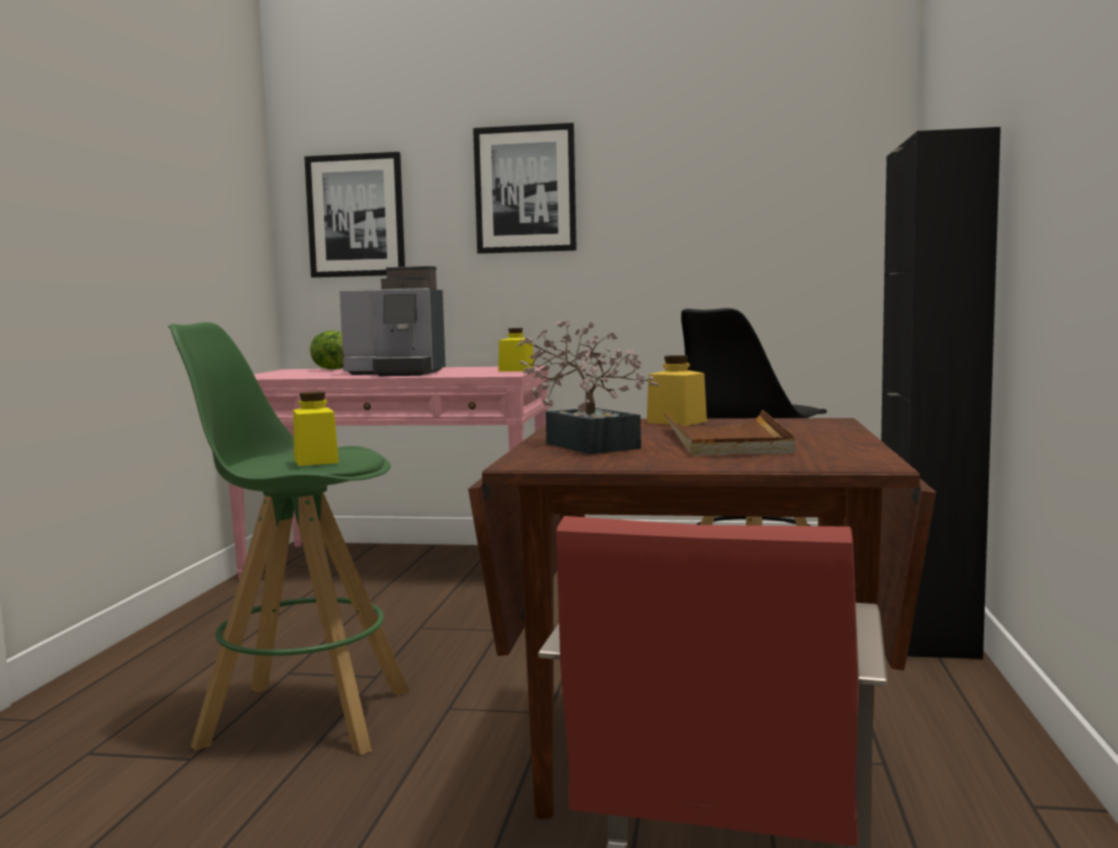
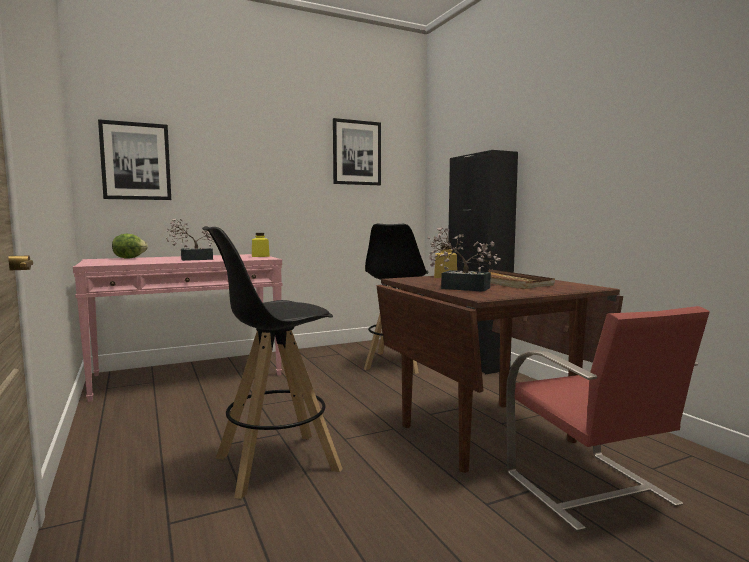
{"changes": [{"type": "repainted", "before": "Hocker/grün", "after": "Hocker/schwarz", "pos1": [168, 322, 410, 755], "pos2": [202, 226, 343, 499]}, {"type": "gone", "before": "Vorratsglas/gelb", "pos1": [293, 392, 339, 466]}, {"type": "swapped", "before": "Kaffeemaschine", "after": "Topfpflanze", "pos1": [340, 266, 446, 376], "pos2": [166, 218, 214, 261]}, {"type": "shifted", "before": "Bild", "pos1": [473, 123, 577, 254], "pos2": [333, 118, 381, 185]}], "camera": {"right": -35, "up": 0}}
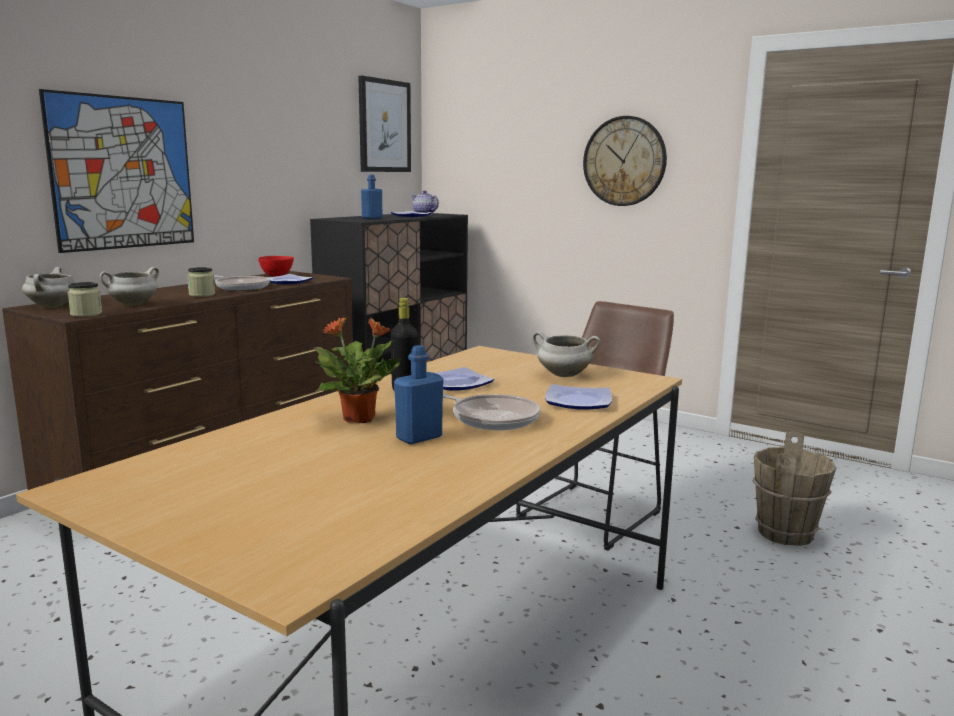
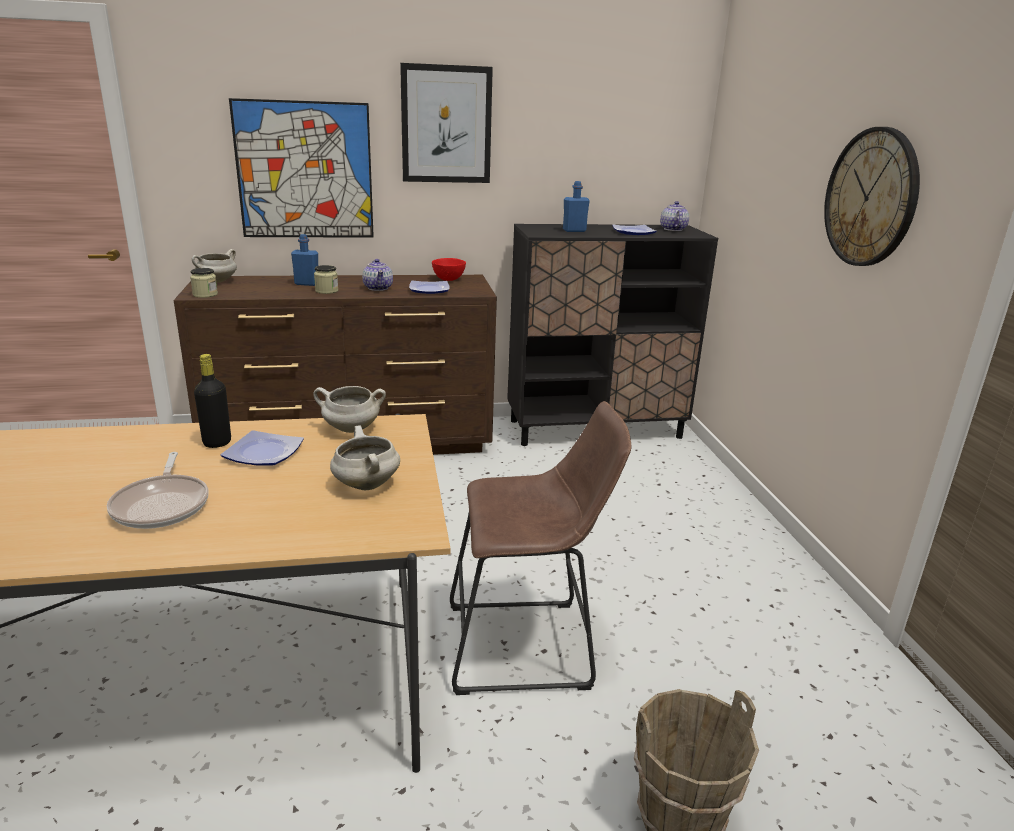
{"changes": [{"type": "shifted", "before": "Kochtopf/weiß", "pos1": [100, 267, 159, 306], "pos2": [313, 386, 386, 433]}, {"type": "swapped", "before": "Pfanne", "after": "Teekanne", "pos1": [214, 275, 270, 290], "pos2": [362, 259, 393, 291]}, {"type": "gone", "before": "Topfpflanze", "pos1": [314, 316, 402, 423]}, {"type": "shifted", "before": "Bild", "pos1": [358, 76, 411, 172], "pos2": [400, 63, 493, 183]}, {"type": "shifted", "before": "Flasche/blau", "pos1": [394, 345, 444, 444], "pos2": [291, 234, 318, 286]}, {"type": "gone", "before": "Teller", "pos1": [545, 384, 612, 410]}], "camera": {"right": 45, "up": 10}}
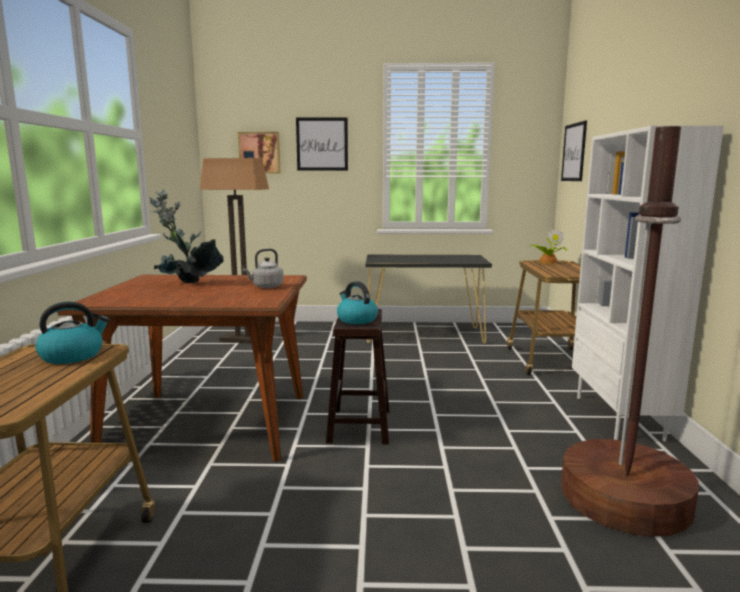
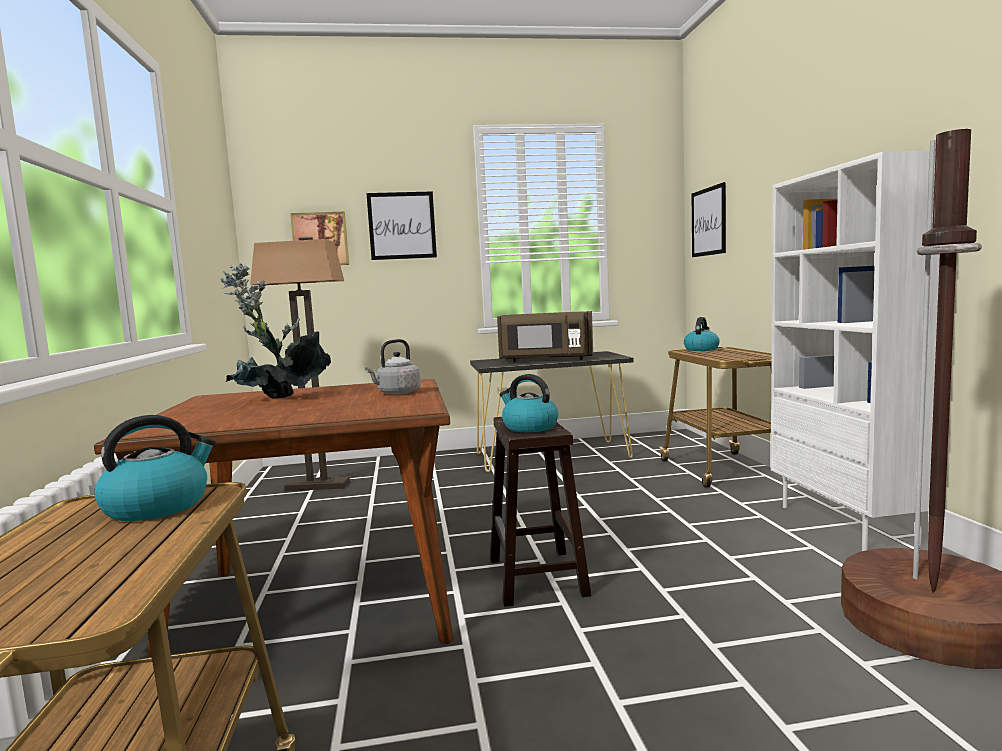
{"changes": [{"type": "swapped", "before": "Topfpflanze", "after": "Wasserkessel", "pos1": [530, 228, 567, 264], "pos2": [684, 317, 720, 351]}, {"type": "new", "after": "Mikrowelle/braun", "pos2": [497, 311, 593, 362]}], "camera": {"right": -10, "up": -5}}
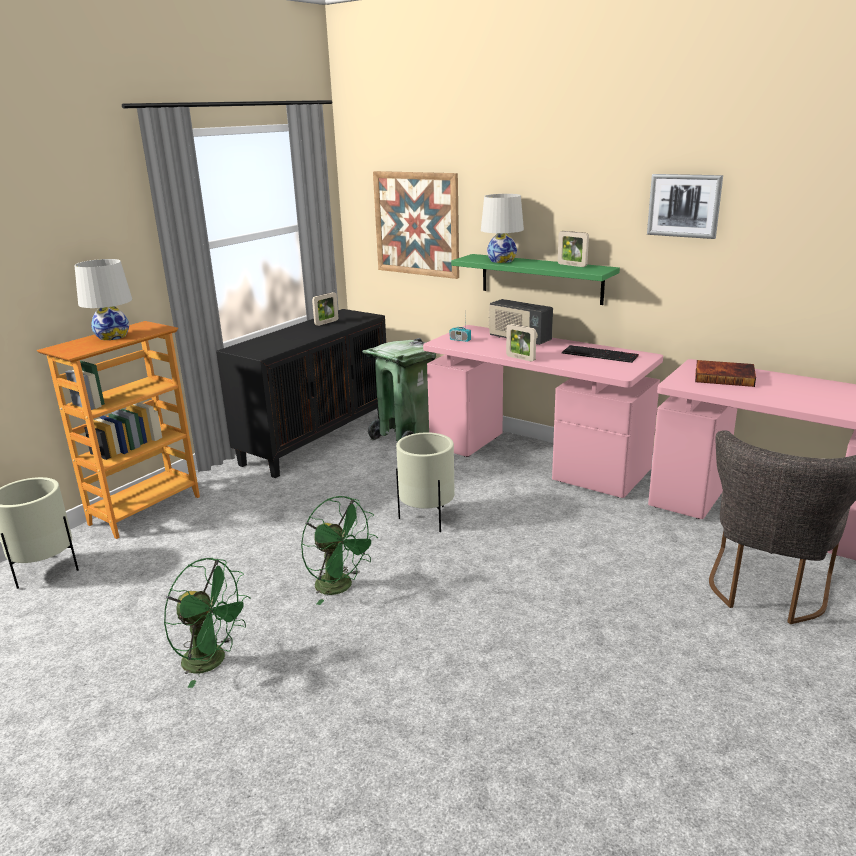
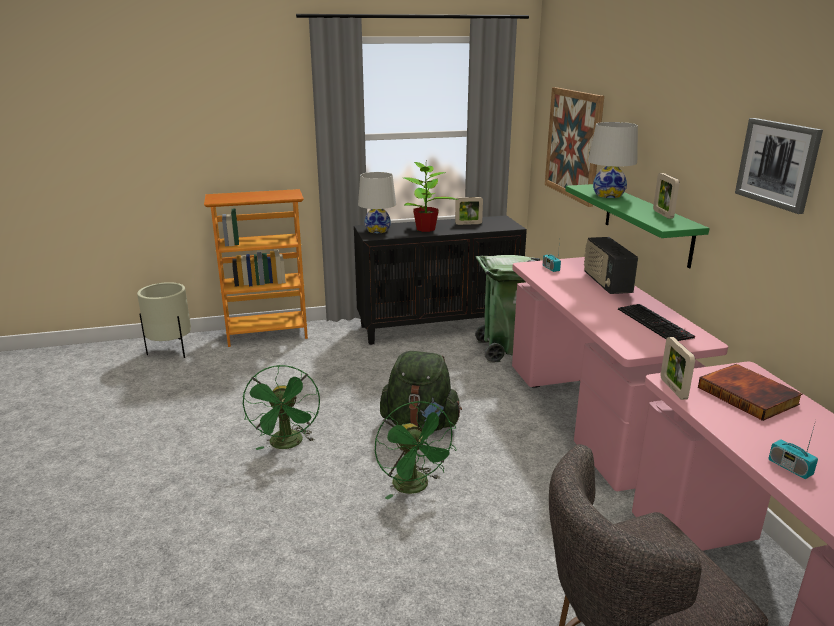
{"changes": [{"type": "shifted", "before": "Tischlampe/weiß", "pos1": [74, 259, 132, 340], "pos2": [358, 172, 396, 233]}, {"type": "shifted", "before": "Ventilator/grün", "pos1": [164, 558, 250, 688], "pos2": [375, 401, 457, 499]}, {"type": "swapped", "before": "Pflanzkübel/beige", "after": "Rucksack/grün", "pos1": [396, 432, 455, 532], "pos2": [380, 351, 462, 431]}, {"type": "shifted", "before": "Bilderrahmen", "pos1": [506, 324, 536, 362], "pos2": [661, 337, 695, 400]}, {"type": "new", "after": "Topfpflanze", "pos2": [404, 162, 459, 232]}, {"type": "new", "after": "Radio", "pos2": [768, 420, 818, 479]}], "camera": {"right": 40, "up": 0}}
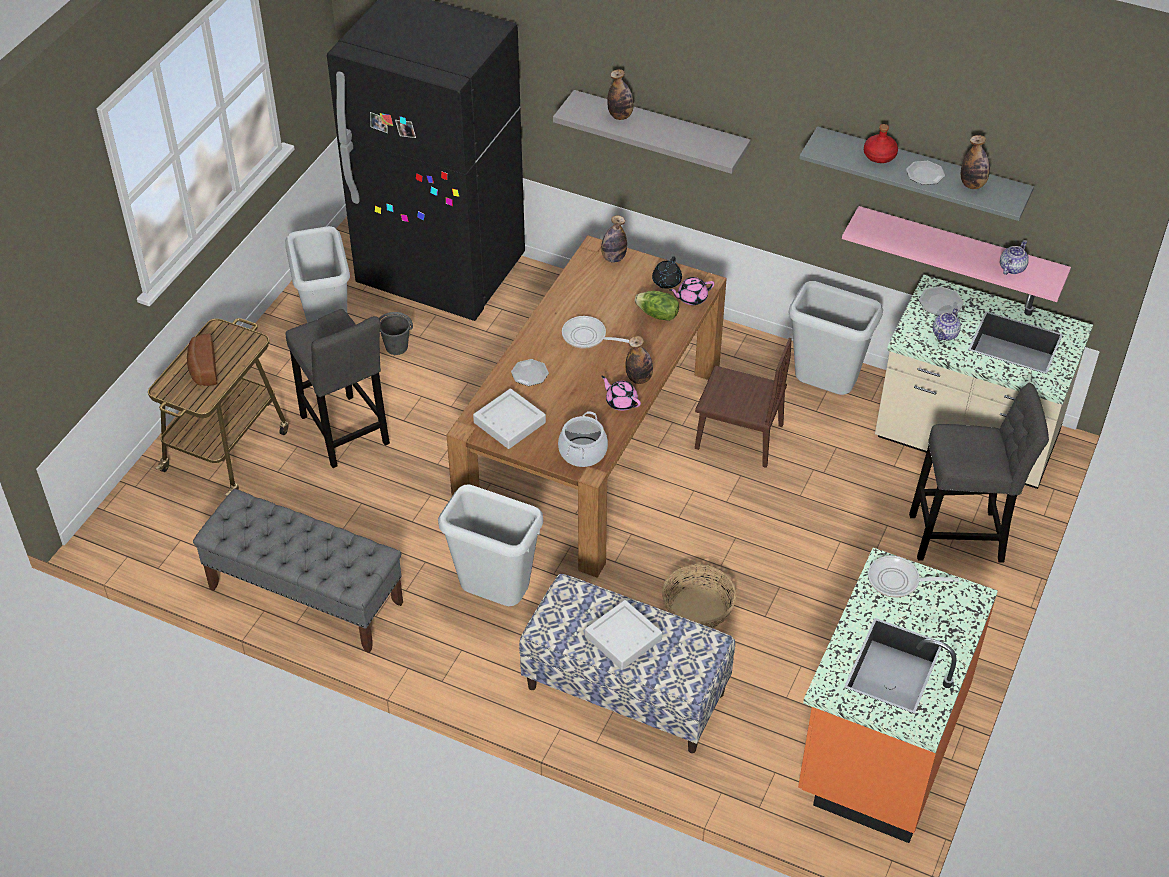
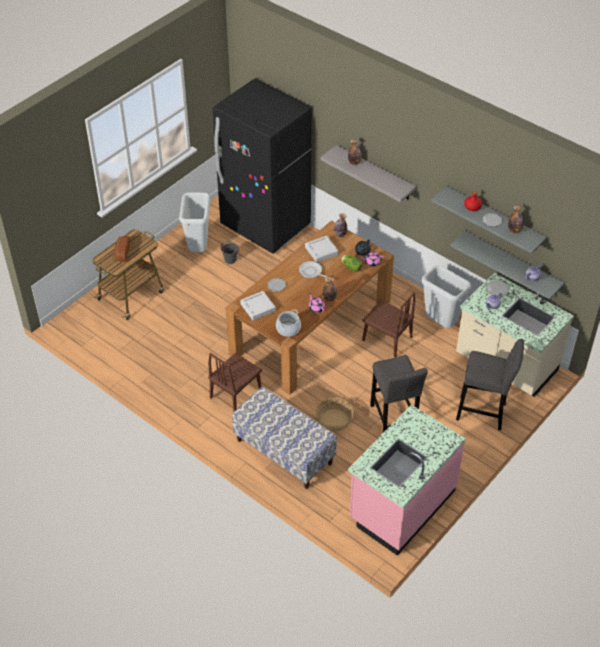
{"changes": [{"type": "gone", "before": "Bank/grau", "pos1": [193, 489, 403, 653]}, {"type": "shifted", "before": "Hocker/grau", "pos1": [286, 309, 390, 468], "pos2": [370, 355, 428, 433]}, {"type": "swapped", "before": "Mülleimer/grau", "after": "Stuhl/braun", "pos1": [438, 484, 543, 606], "pos2": [208, 353, 262, 411]}, {"type": "shifted", "before": "Tablett/grau", "pos1": [585, 600, 662, 670], "pos2": [305, 236, 338, 262]}, {"type": "repainted", "before": "Küchenzeile/orange", "after": "Küchenzeile/rosa", "pos1": [798, 548, 998, 843], "pos2": [348, 404, 466, 555]}, {"type": "repainted", "before": "Wandregal/rosa", "after": "Wandregal/grau", "pos1": [842, 206, 1071, 302], "pos2": [450, 231, 564, 300]}, {"type": "gone", "before": "Pfanne", "pos1": [868, 556, 959, 598]}], "camera": {"right": 15, "up": 0}}
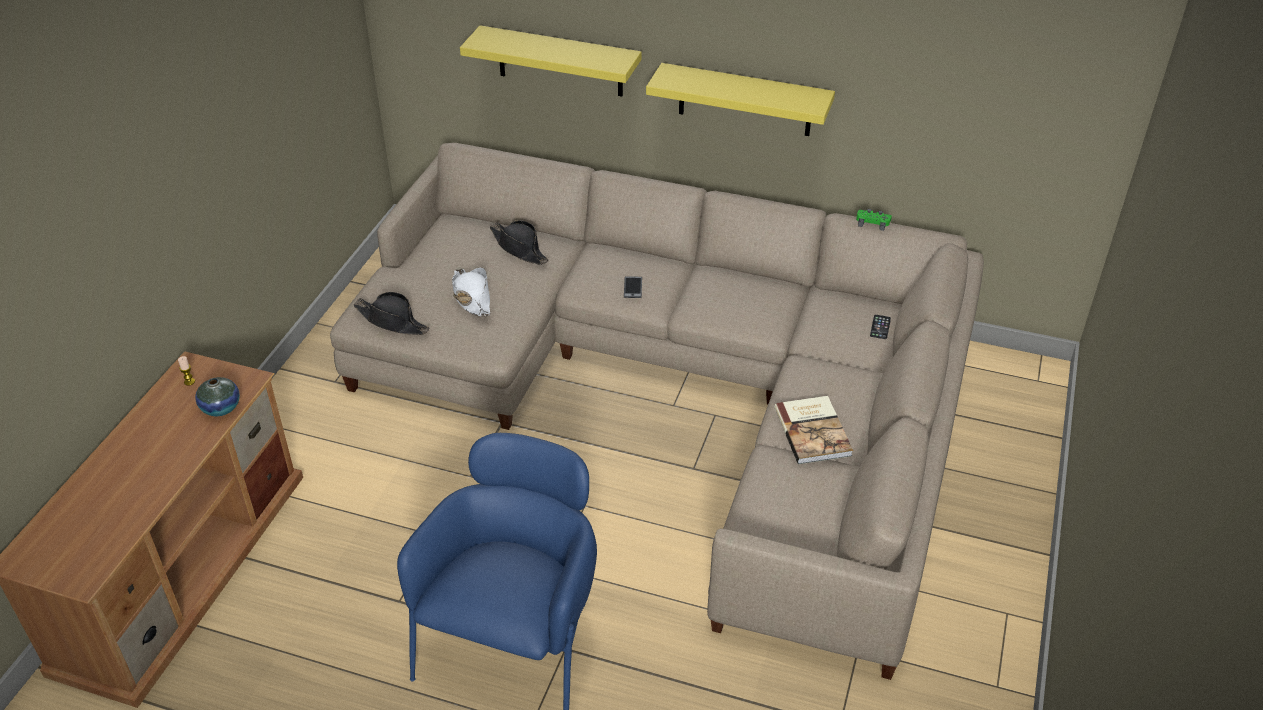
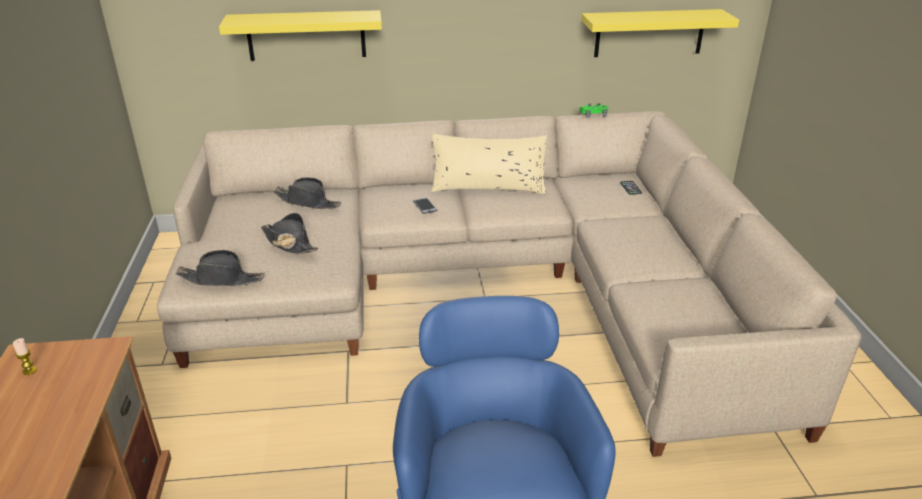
{"changes": [{"type": "gone", "before": "Vase", "pos1": [195, 377, 240, 416]}, {"type": "repainted", "before": "Hut/weiß", "after": "Hut/schwarz", "pos1": [452, 268, 491, 317], "pos2": [261, 213, 319, 254]}, {"type": "shifted", "before": "Wandregal/gelb", "pos1": [646, 63, 835, 136], "pos2": [581, 9, 739, 57]}, {"type": "gone", "before": "Buch", "pos1": [774, 396, 853, 464]}, {"type": "new", "after": "Kissen/beige", "pos2": [431, 133, 547, 194]}], "camera": {"right": -25, "up": -10}}
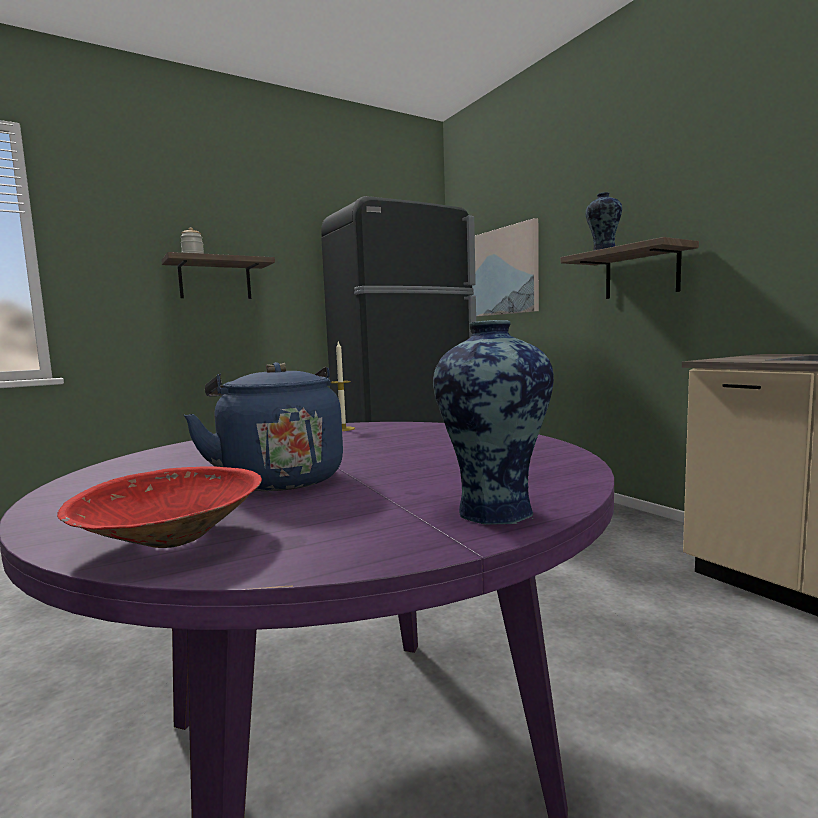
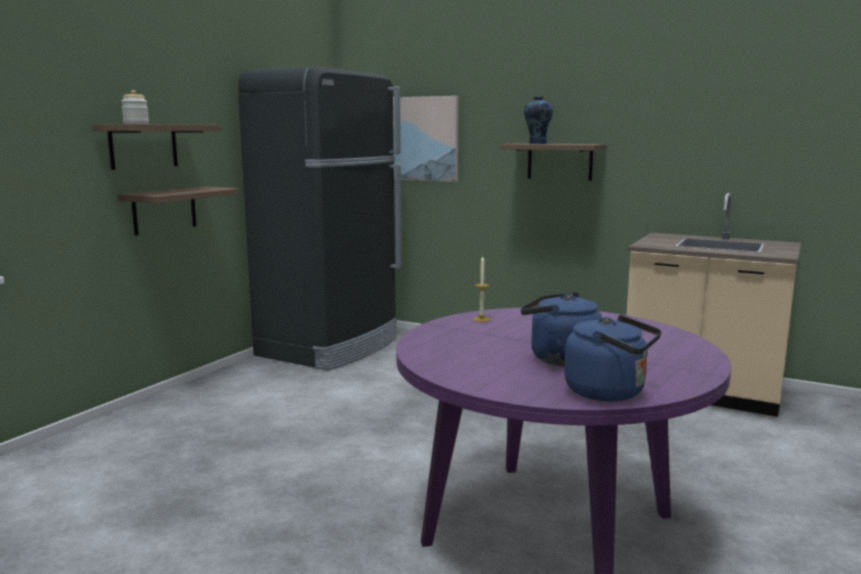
{"changes": [{"type": "swapped", "before": "Schüssel/rot", "after": "Wasserkessel/blau", "pos1": [57, 466, 262, 548], "pos2": [564, 315, 661, 402]}, {"type": "gone", "before": "Vase", "pos1": [433, 320, 554, 525]}, {"type": "new", "after": "Wandregal", "pos2": [117, 187, 239, 236]}], "camera": {"right": -30, "up": 5}}
